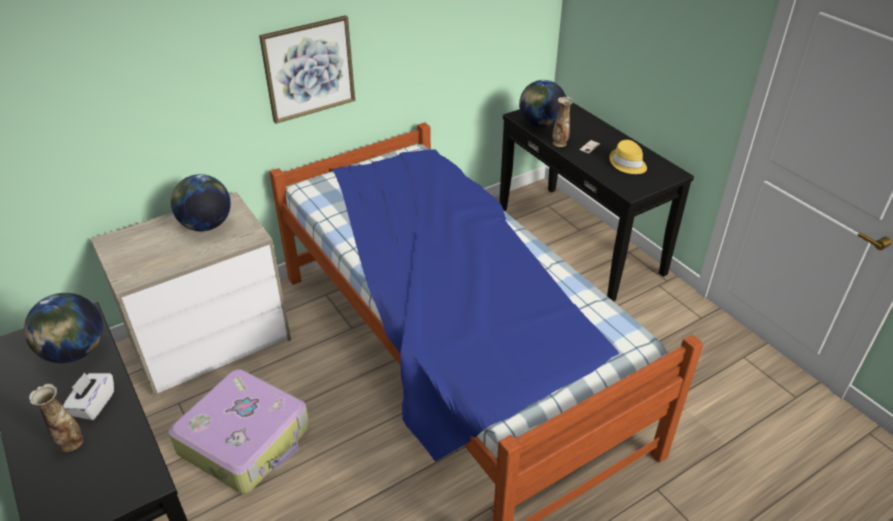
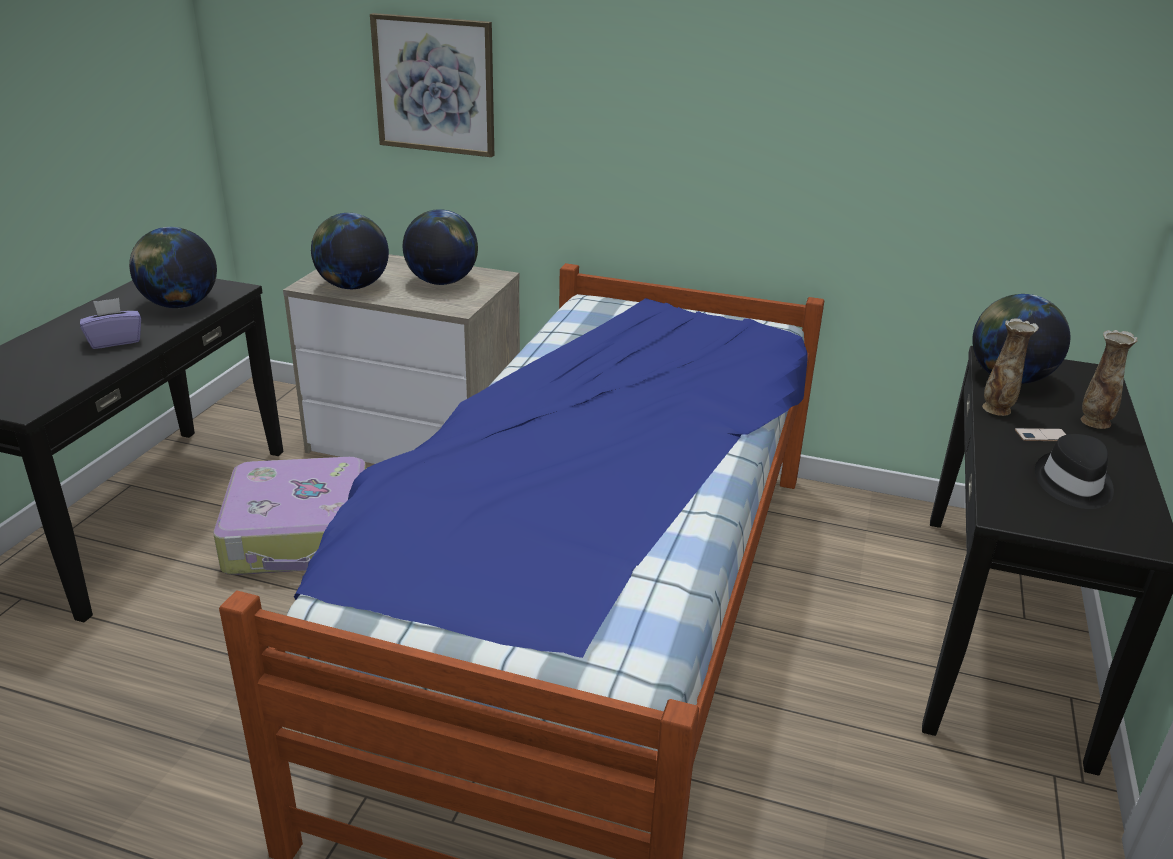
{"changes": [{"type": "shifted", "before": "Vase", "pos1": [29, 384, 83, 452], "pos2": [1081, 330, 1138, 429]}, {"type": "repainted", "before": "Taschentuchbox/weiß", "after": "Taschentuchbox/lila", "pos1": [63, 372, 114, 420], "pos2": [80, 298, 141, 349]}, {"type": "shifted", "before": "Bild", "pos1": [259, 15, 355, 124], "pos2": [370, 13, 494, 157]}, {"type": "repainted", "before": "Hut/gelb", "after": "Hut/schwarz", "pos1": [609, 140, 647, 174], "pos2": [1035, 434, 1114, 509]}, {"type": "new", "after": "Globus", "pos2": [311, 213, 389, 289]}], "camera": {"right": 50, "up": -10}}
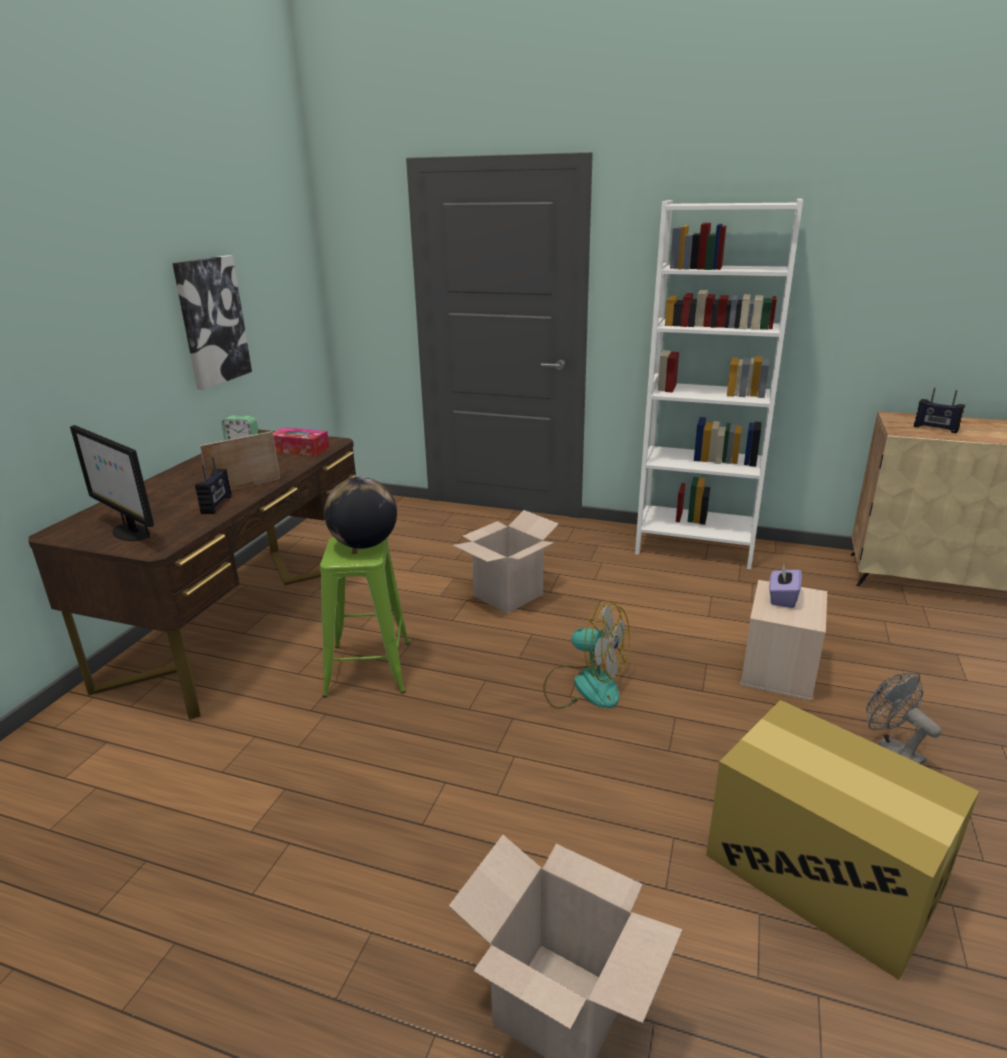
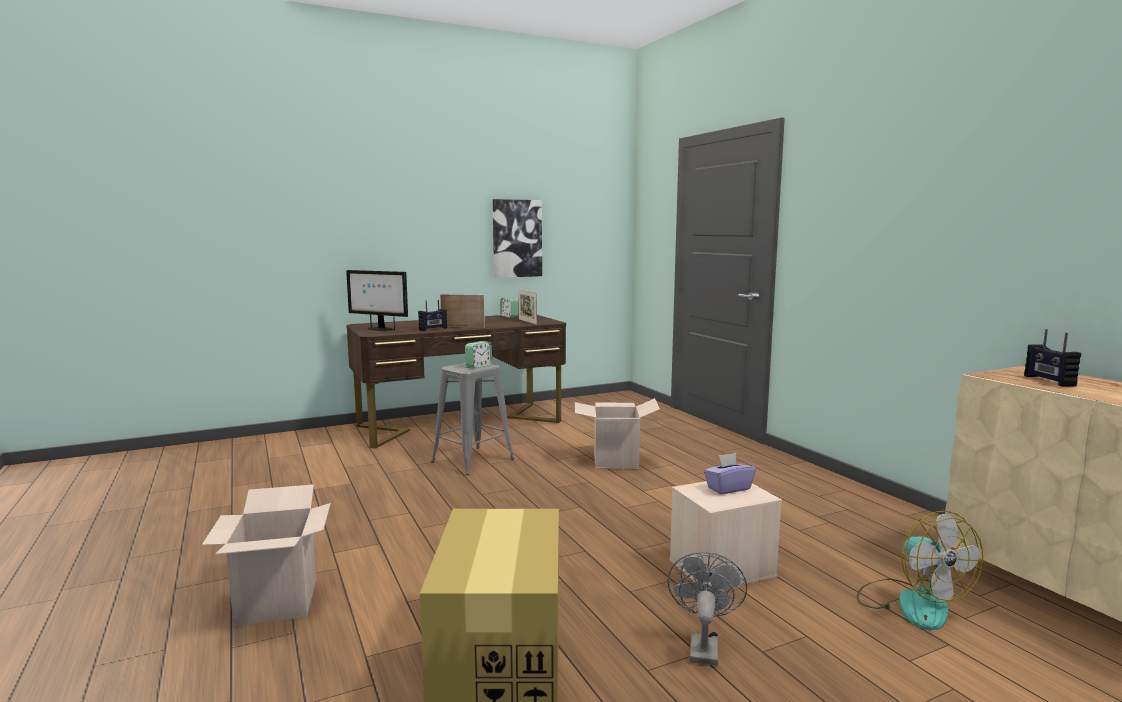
{"changes": [{"type": "rotated", "before": "Monitor", "pos1": [70, 425, 154, 541], "pos2": [346, 270, 408, 331], "turn": -60}, {"type": "swapped", "before": "Taschentuchbox", "after": "Bilderrahmen", "pos1": [273, 427, 329, 456], "pos2": [518, 289, 537, 325]}, {"type": "repainted", "before": "Hocker/grün", "after": "Hocker/grau", "pos1": [320, 537, 410, 698], "pos2": [431, 363, 515, 475]}, {"type": "swapped", "before": "Globus", "after": "Wecker", "pos1": [324, 477, 397, 549], "pos2": [465, 341, 492, 368]}, {"type": "shifted", "before": "Ventilator", "pos1": [543, 601, 630, 709], "pos2": [856, 511, 983, 630]}, {"type": "gone", "before": "Bücherregal/weiß", "pos1": [635, 199, 803, 569]}], "camera": {"right": 45, "up": -15}}
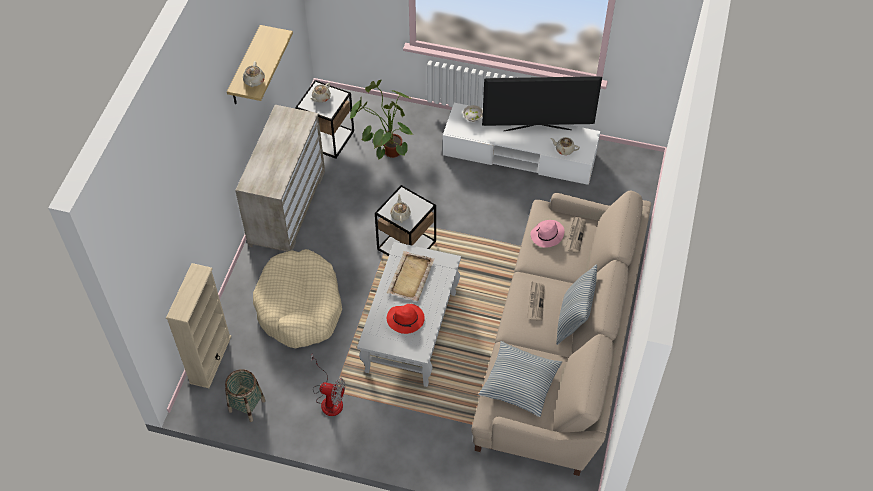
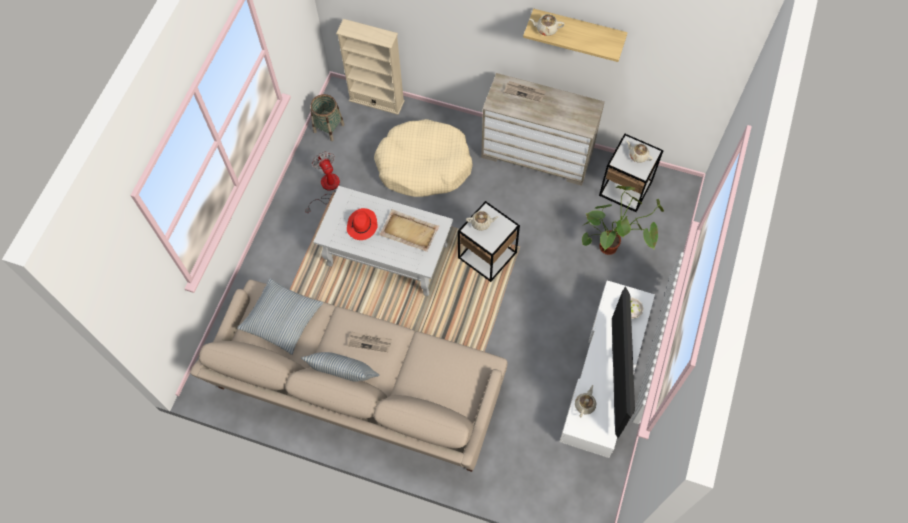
{"changes": [{"type": "rotated", "before": "Ventilator", "pos1": [310, 353, 345, 416], "pos2": [305, 151, 340, 213], "turn": 135}, {"type": "gone", "before": "Hut/rosa", "pos1": [530, 220, 564, 248]}, {"type": "shifted", "before": "Zeitung", "pos1": [565, 216, 586, 253], "pos2": [504, 81, 546, 102]}], "camera": {"right": 95, "up": 10}}
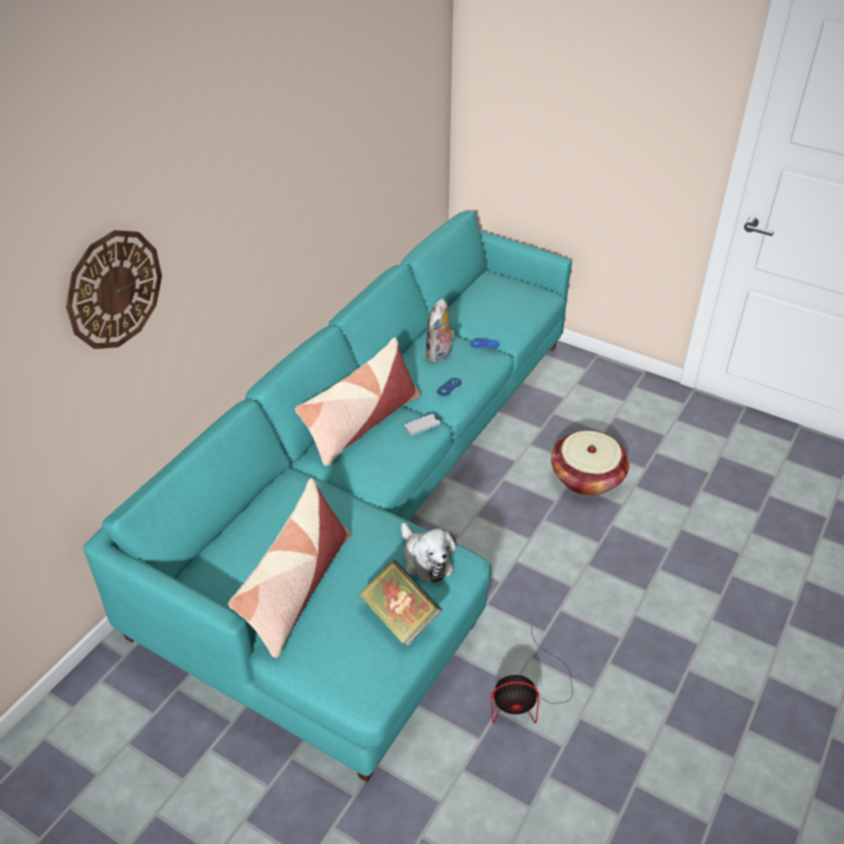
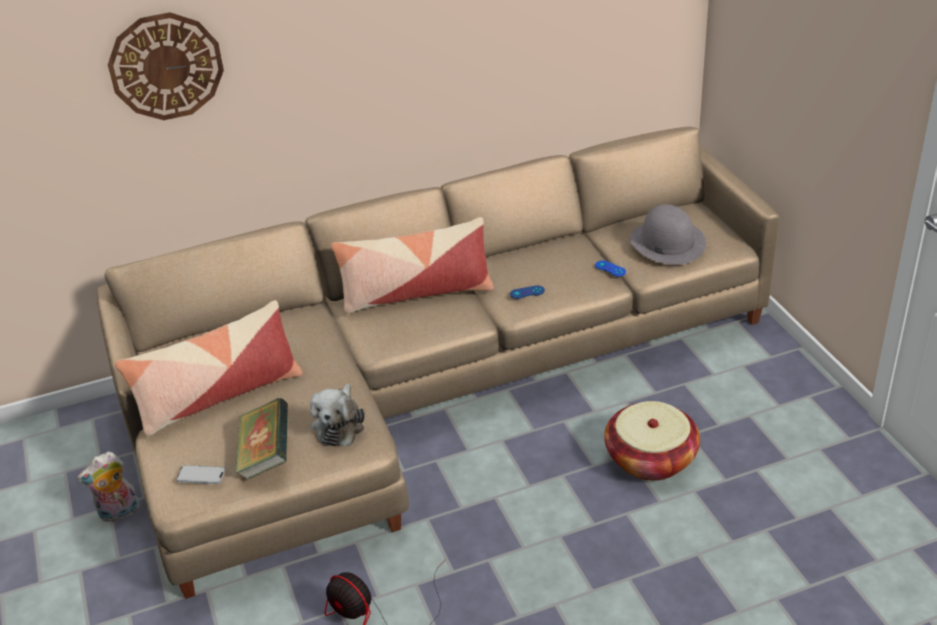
{"changes": [{"type": "repainted", "before": "Sofa/türkis", "after": "Sofa/beige", "pos1": [83, 211, 572, 782], "pos2": [97, 126, 780, 599]}, {"type": "shifted", "before": "Handy", "pos1": [403, 414, 441, 436], "pos2": [176, 465, 225, 484]}, {"type": "shifted", "before": "Plüschtier", "pos1": [425, 299, 455, 363], "pos2": [77, 452, 139, 522]}, {"type": "new", "after": "Hut/grau", "pos2": [630, 204, 706, 265]}], "camera": {"right": 40, "up": -5}}
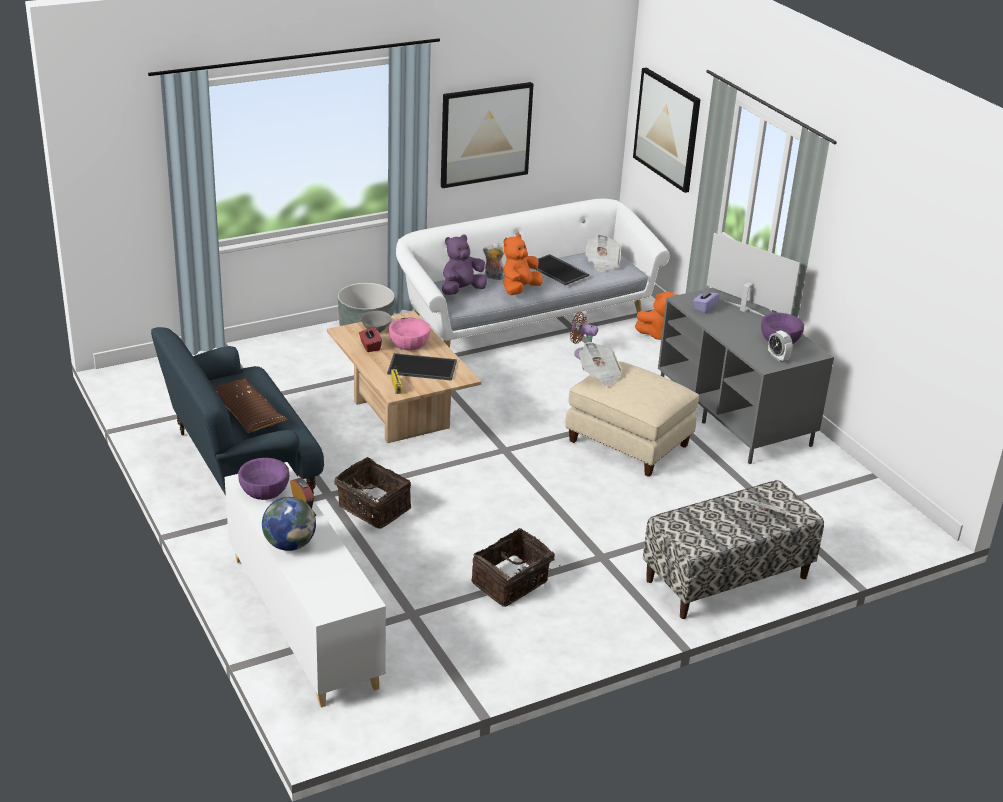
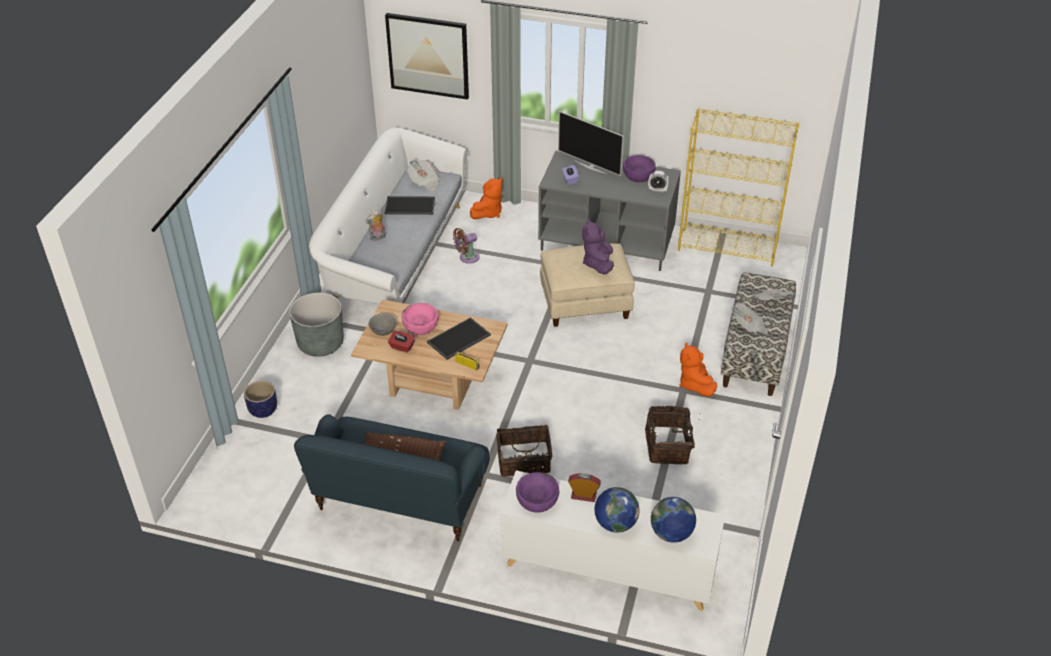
{"changes": [{"type": "gone", "before": "Bild", "pos1": [441, 82, 533, 188]}, {"type": "shifted", "before": "Plüschtier/lila", "pos1": [442, 234, 487, 295], "pos2": [582, 219, 614, 274]}, {"type": "shifted", "before": "Plüschtier/orange", "pos1": [503, 234, 543, 295], "pos2": [679, 342, 717, 397]}, {"type": "shifted", "before": "Zeitung", "pos1": [579, 342, 623, 387], "pos2": [731, 303, 768, 334]}, {"type": "rotated", "before": "Fernseher", "pos1": [707, 233, 800, 316], "pos2": [558, 111, 624, 176], "turn": -135}, {"type": "new", "after": "Pflanzkübel", "pos2": [244, 381, 277, 418]}, {"type": "new", "after": "Globus", "pos2": [651, 497, 696, 543]}, {"type": "new", "after": "Bücherregal/gelb", "pos2": [678, 108, 799, 266]}], "camera": {"right": -45, "up": 10}}
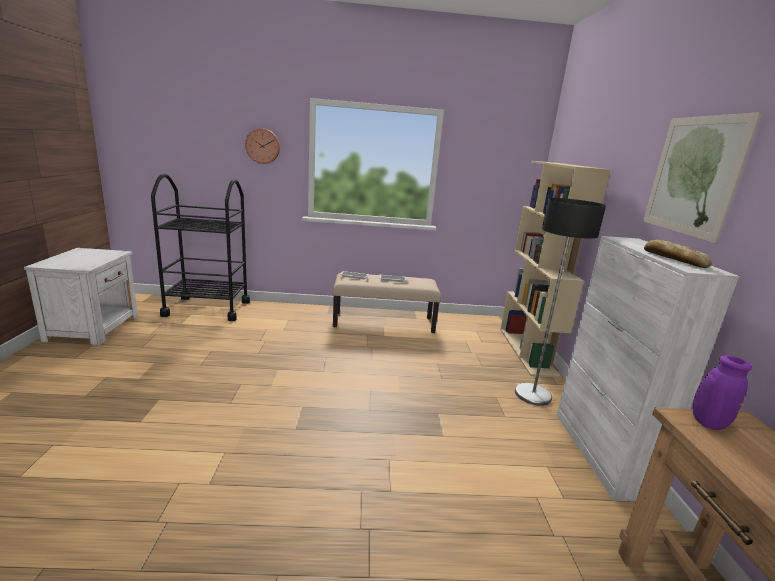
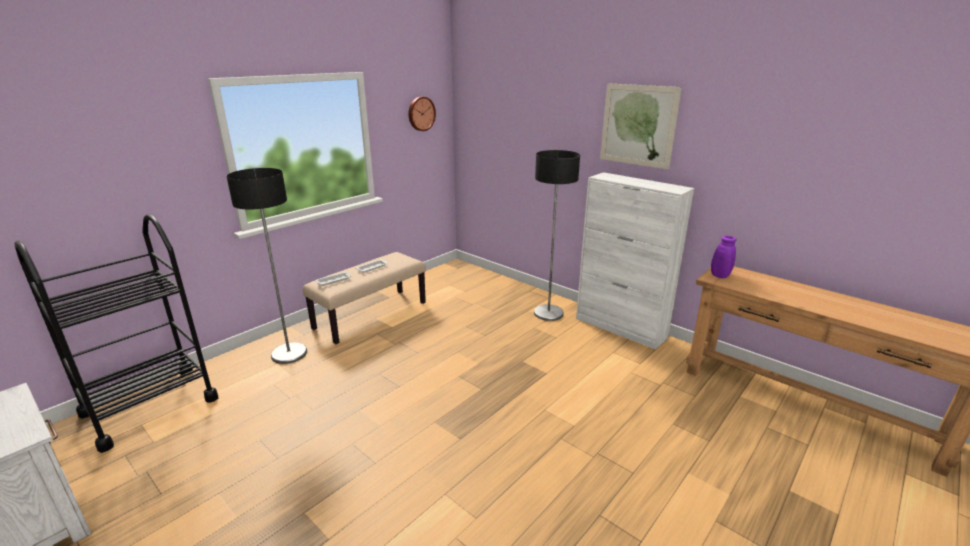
{"changes": [{"type": "shifted", "before": "Wanduhr", "pos1": [245, 128, 280, 164], "pos2": [408, 97, 436, 131]}, {"type": "gone", "before": "Bücherregal/beige", "pos1": [500, 161, 611, 378]}, {"type": "gone", "before": "Brot", "pos1": [644, 240, 711, 268]}, {"type": "new", "after": "Stehlampe", "pos2": [226, 168, 307, 364]}], "camera": {"right": -45, "up": 5}}
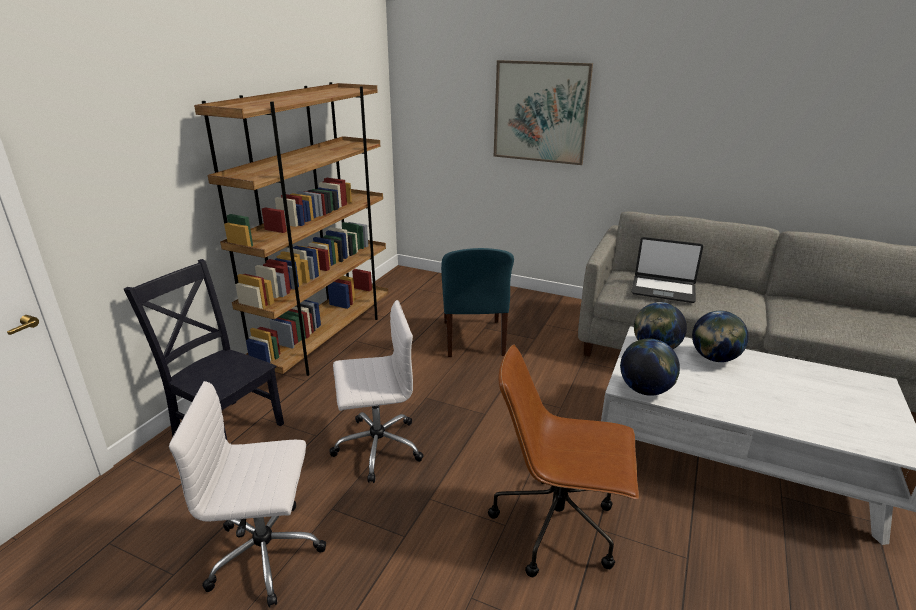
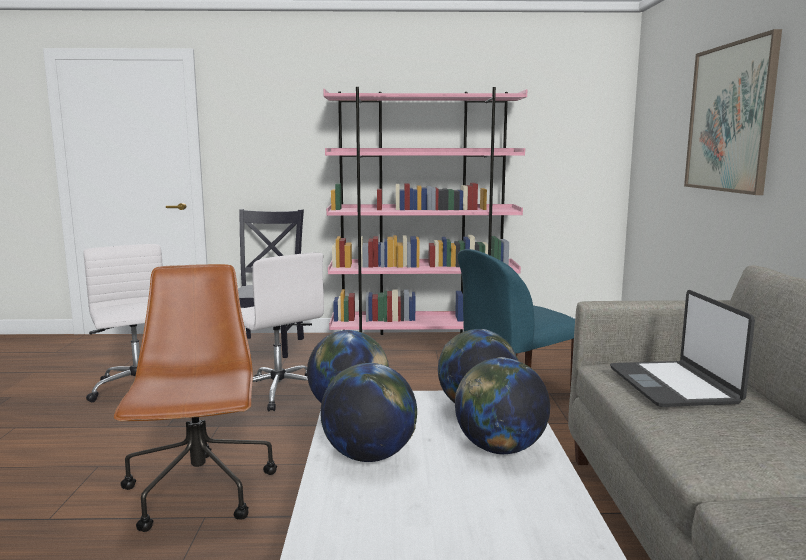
{"changes": [{"type": "repainted", "before": "Bücherregal/braun", "after": "Bücherregal/rosa", "pos1": [194, 82, 388, 376], "pos2": [323, 87, 528, 335]}, {"type": "new", "after": "Globus", "pos2": [321, 363, 417, 462]}], "camera": {"right": 65, "up": -15}}
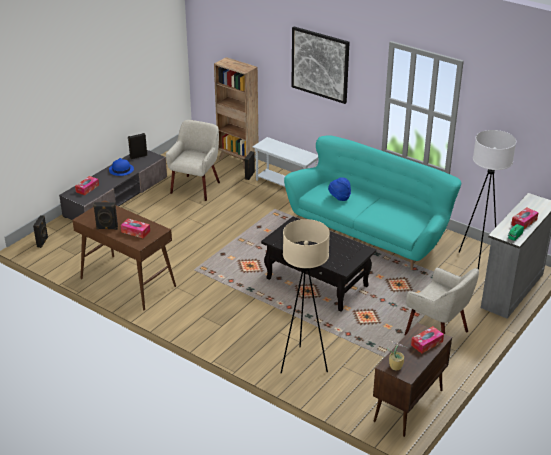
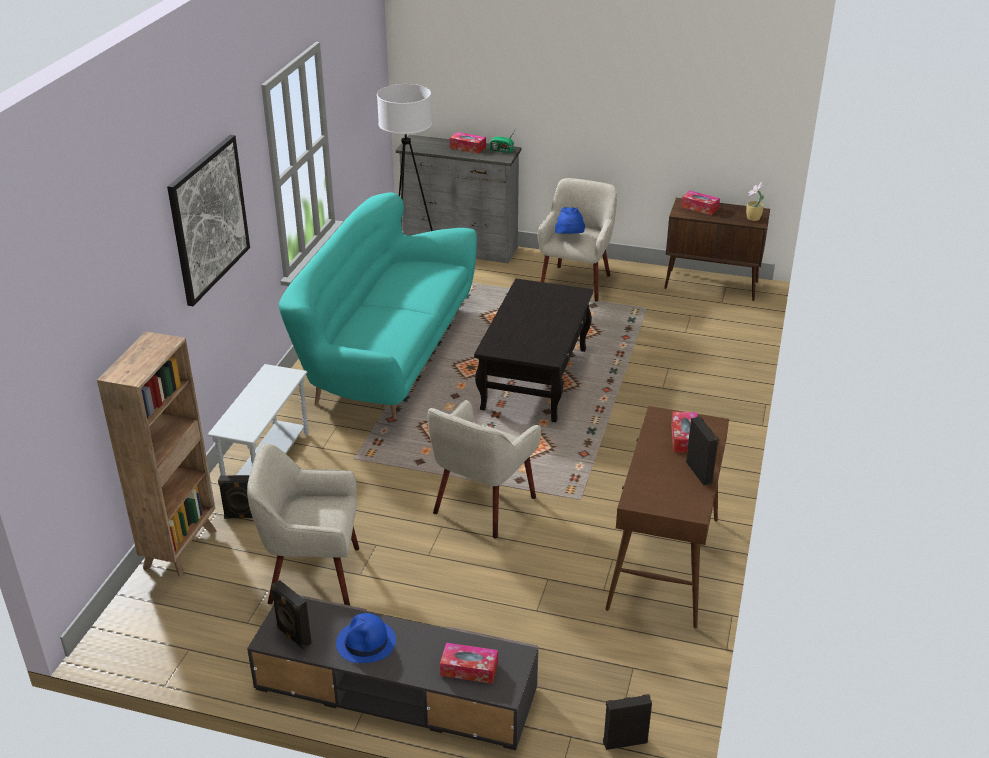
{"changes": [{"type": "gone", "before": "Stehlampe/beige", "pos1": [281, 219, 330, 374]}, {"type": "shifted", "before": "Hut/blau", "pos1": [328, 177, 351, 201], "pos2": [555, 207, 585, 234]}, {"type": "new", "after": "Sessel/beige", "pos2": [428, 400, 541, 538]}], "camera": {"right": -110, "up": 0}}
